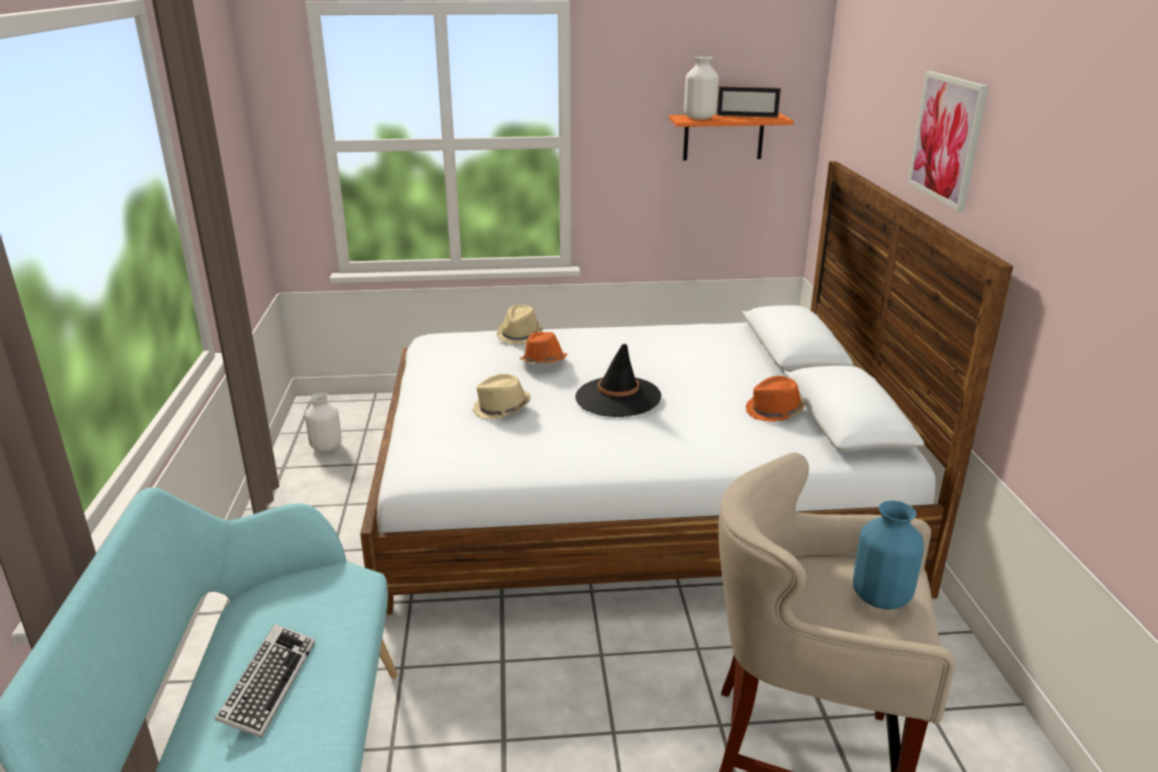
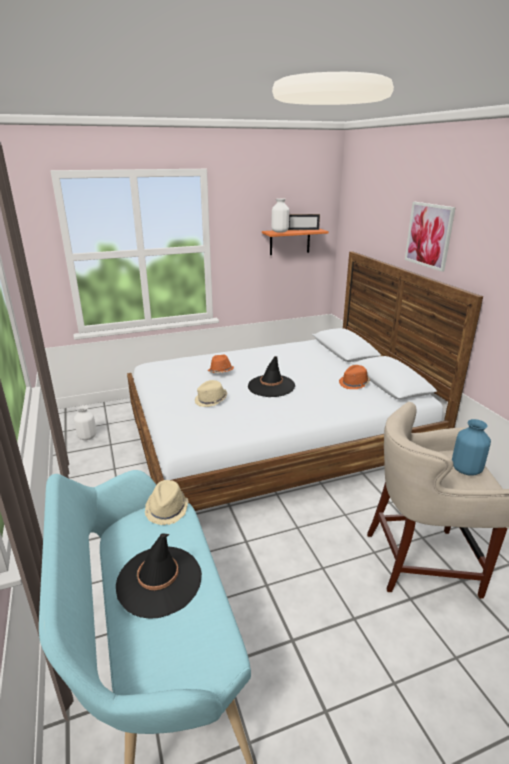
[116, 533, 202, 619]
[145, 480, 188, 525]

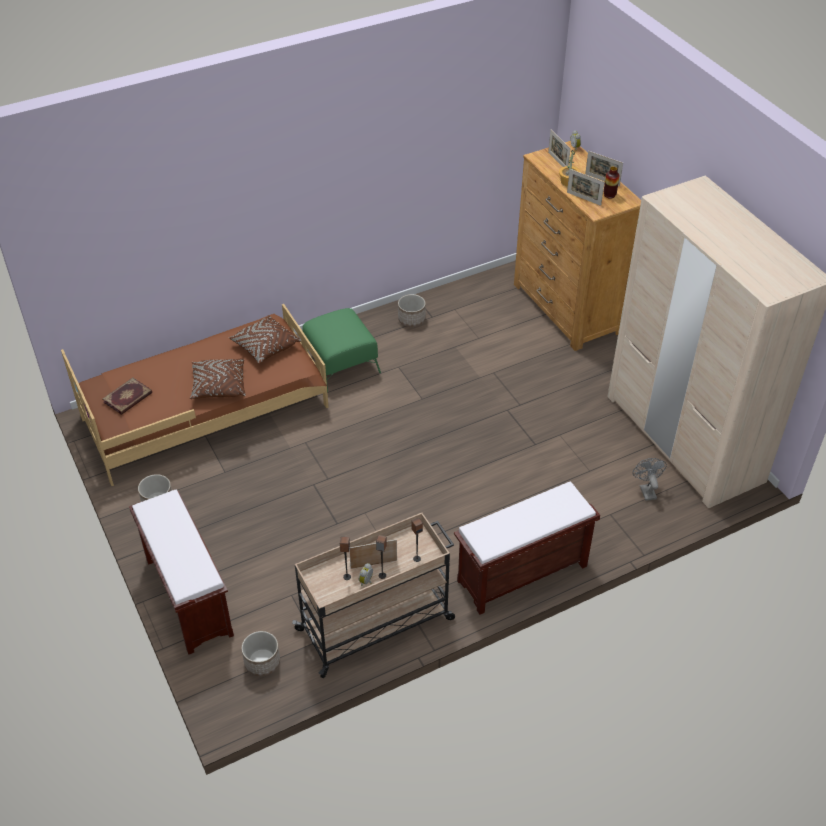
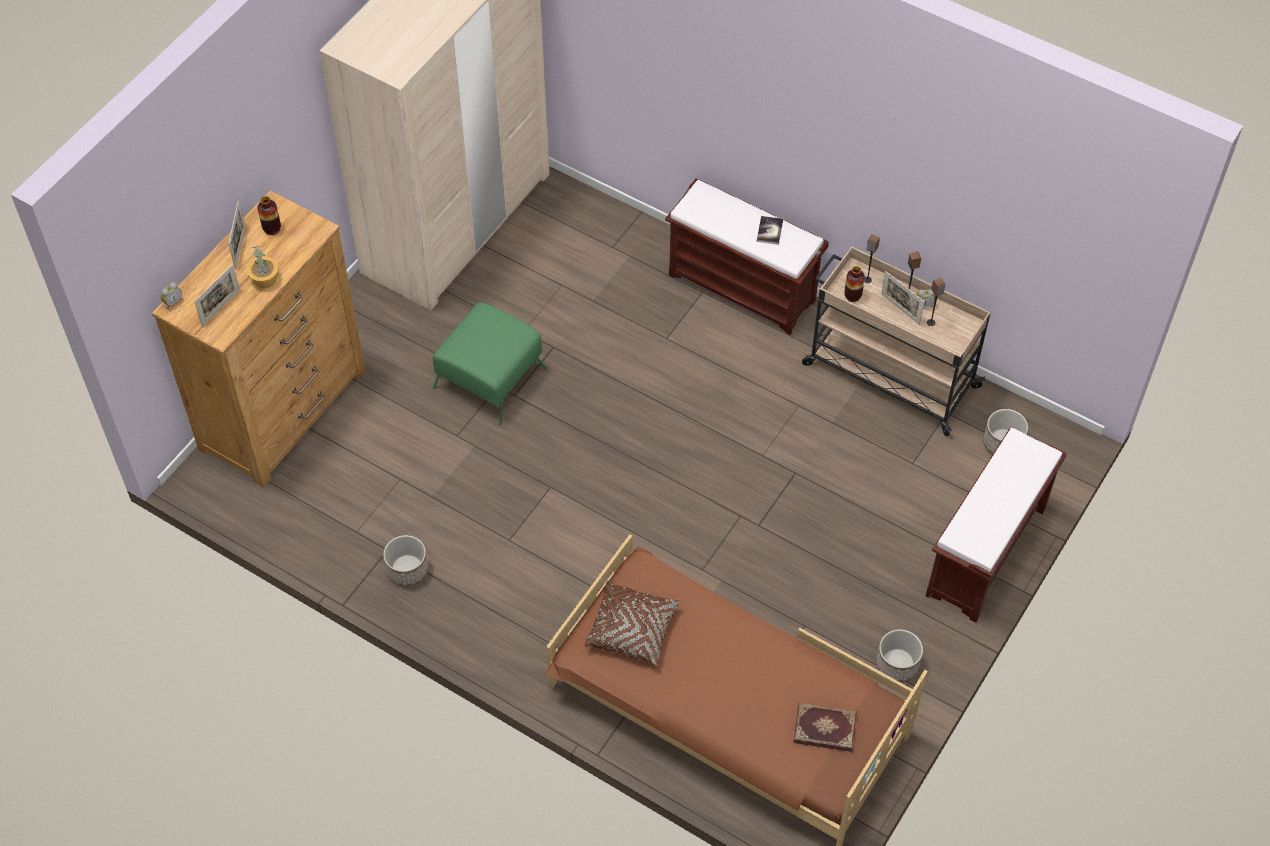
[190, 358, 246, 399] (first image)
[433, 302, 547, 425]
[567, 169, 605, 206] (first image)
[633, 458, 667, 501] (first image)
[757, 216, 783, 245]
[844, 266, 865, 302]

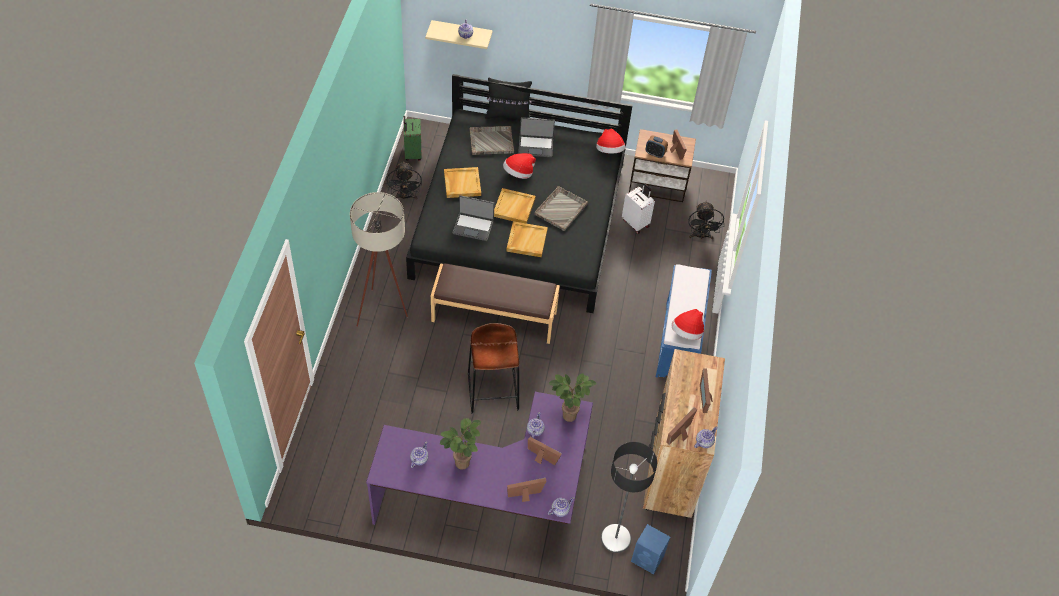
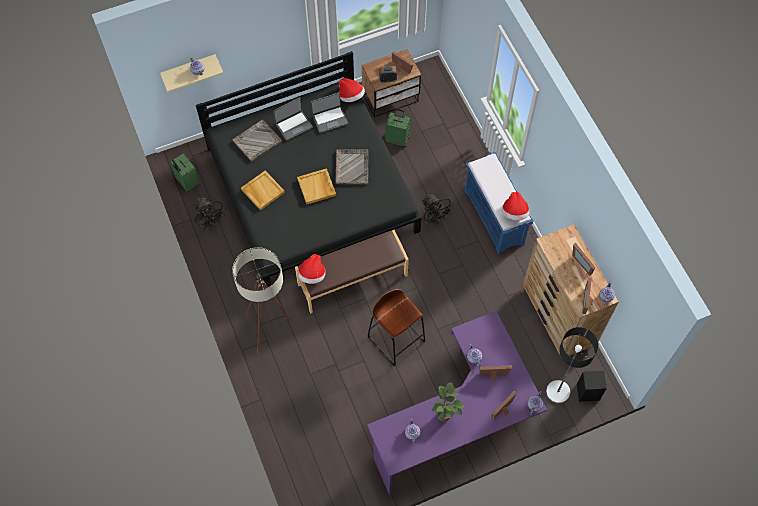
[311, 92, 348, 133]
[485, 77, 532, 121] (first image)
[297, 254, 326, 284]
[506, 221, 548, 257] (first image)
[549, 374, 597, 422] (first image)
[385, 109, 410, 148]
[577, 371, 607, 402]
[422, 194, 452, 227]

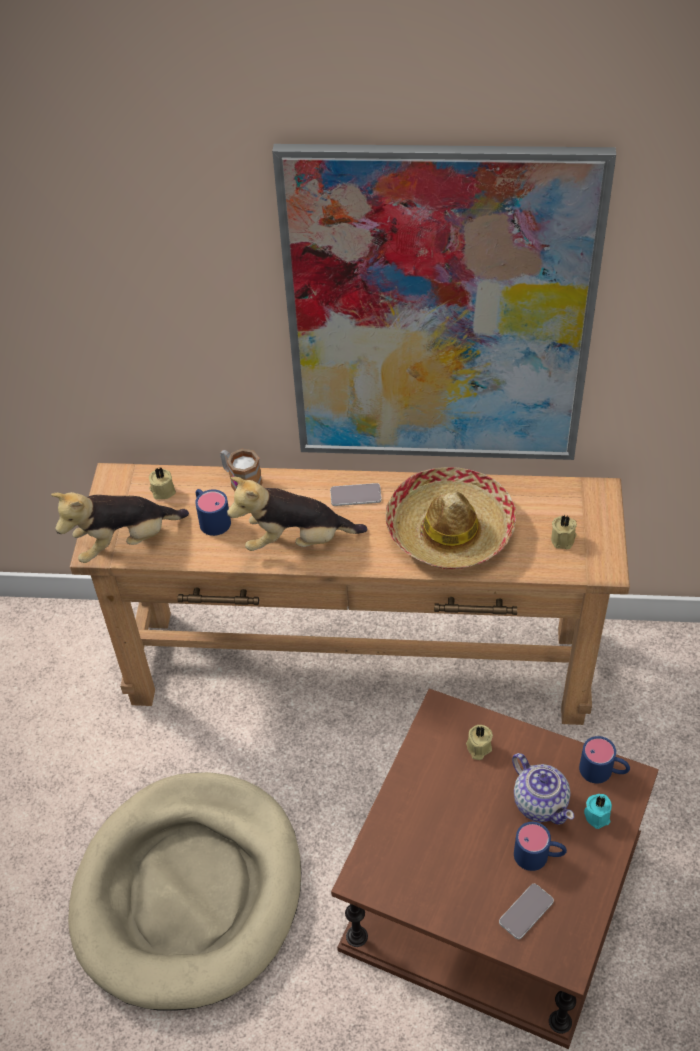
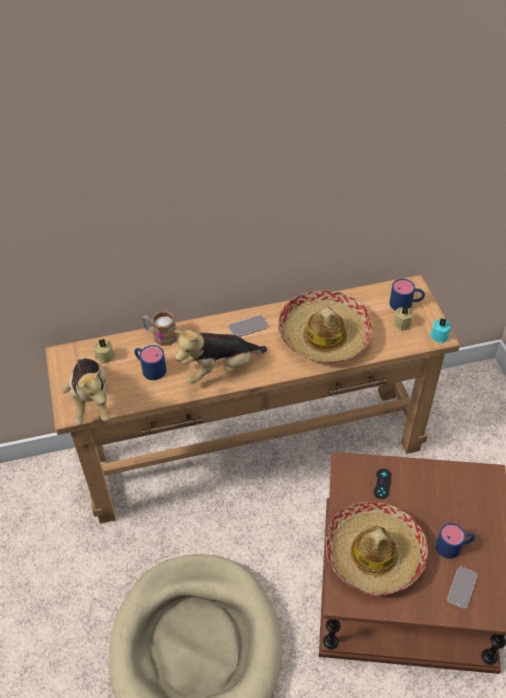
[62, 358, 110, 425]
[272, 144, 616, 460] (first image)
[374, 469, 392, 499]
[512, 753, 574, 825] (first image)
[389, 279, 425, 311]
[430, 318, 451, 343]
[326, 502, 428, 595]

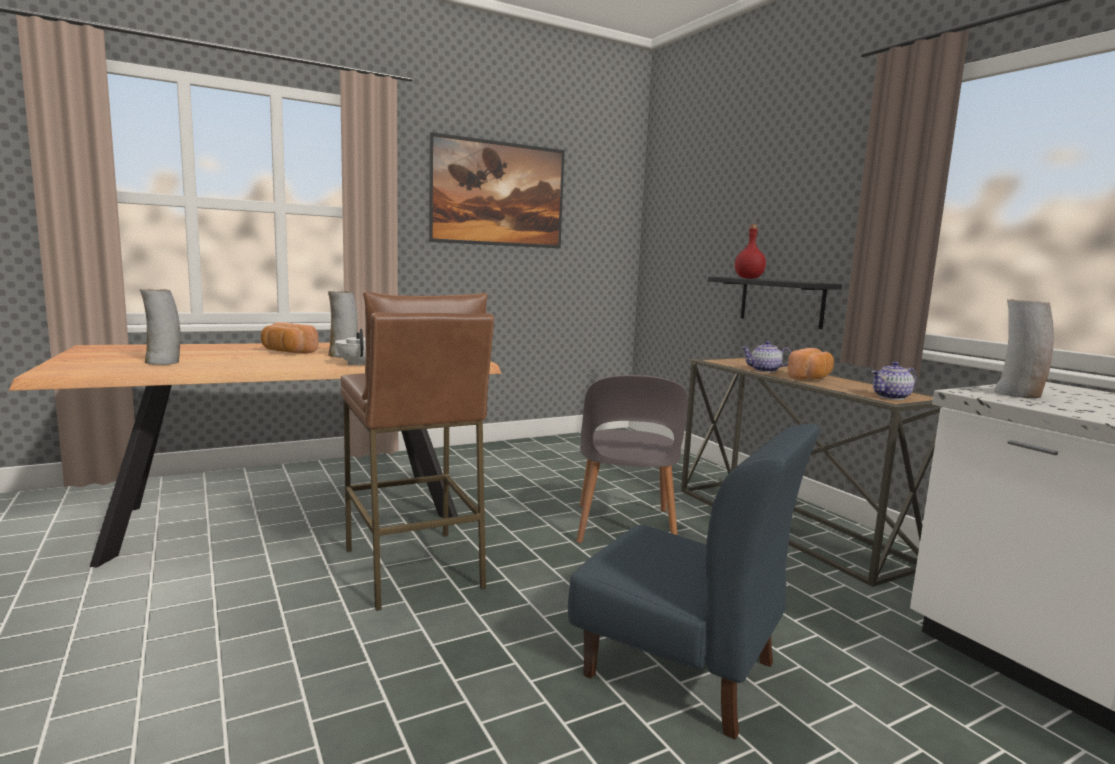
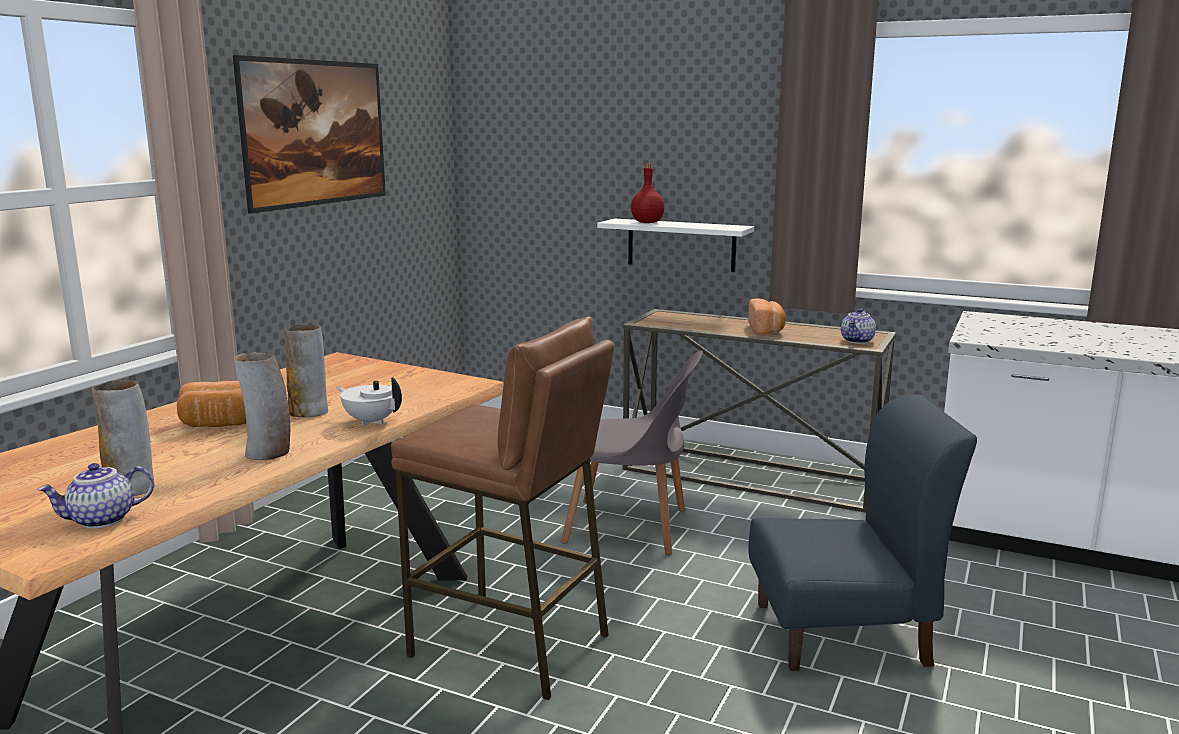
[561, 350, 703, 555]
[597, 219, 754, 272]
[37, 463, 154, 529]
[234, 353, 290, 460]

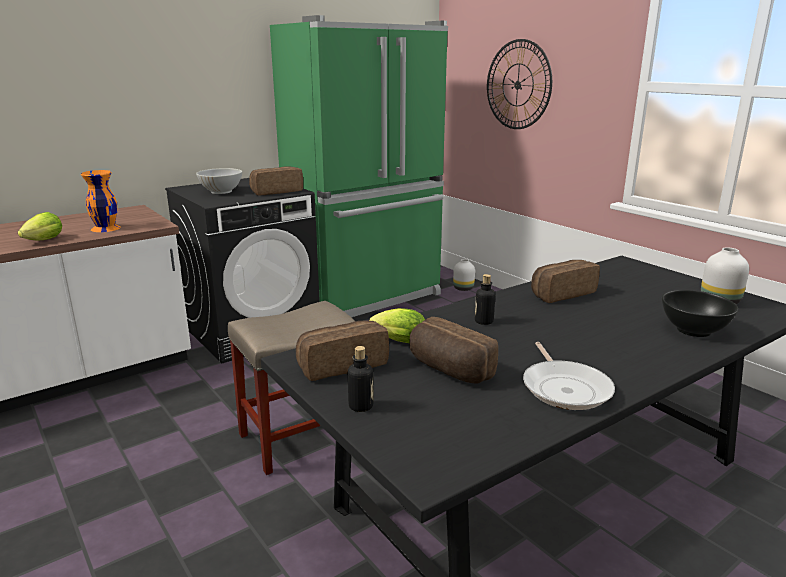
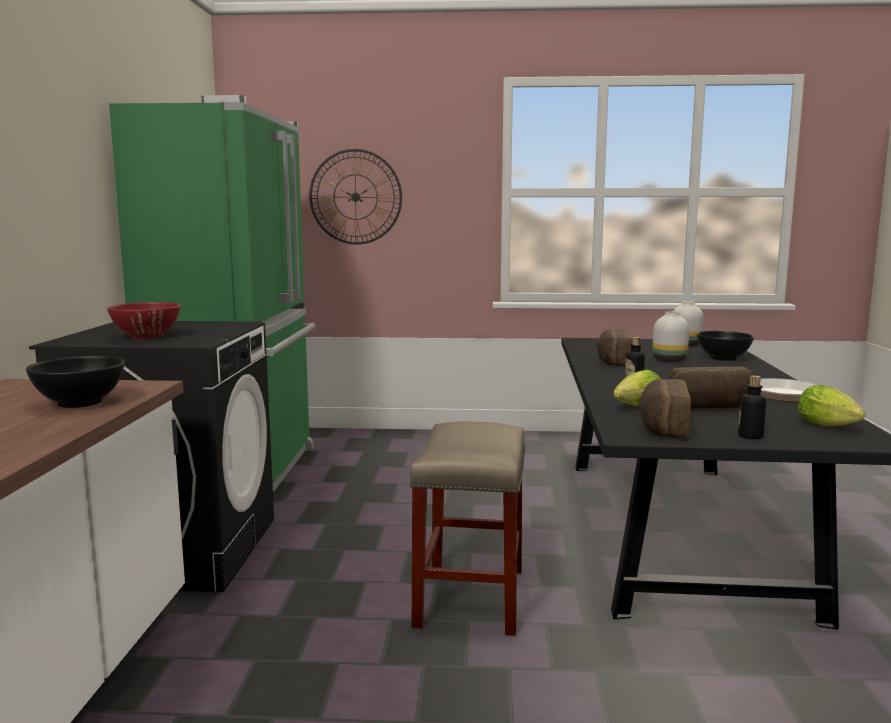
[798, 385, 865, 426]
[26, 356, 125, 408]
[107, 302, 181, 339]
[249, 167, 303, 195] (first image)
[652, 312, 689, 362]

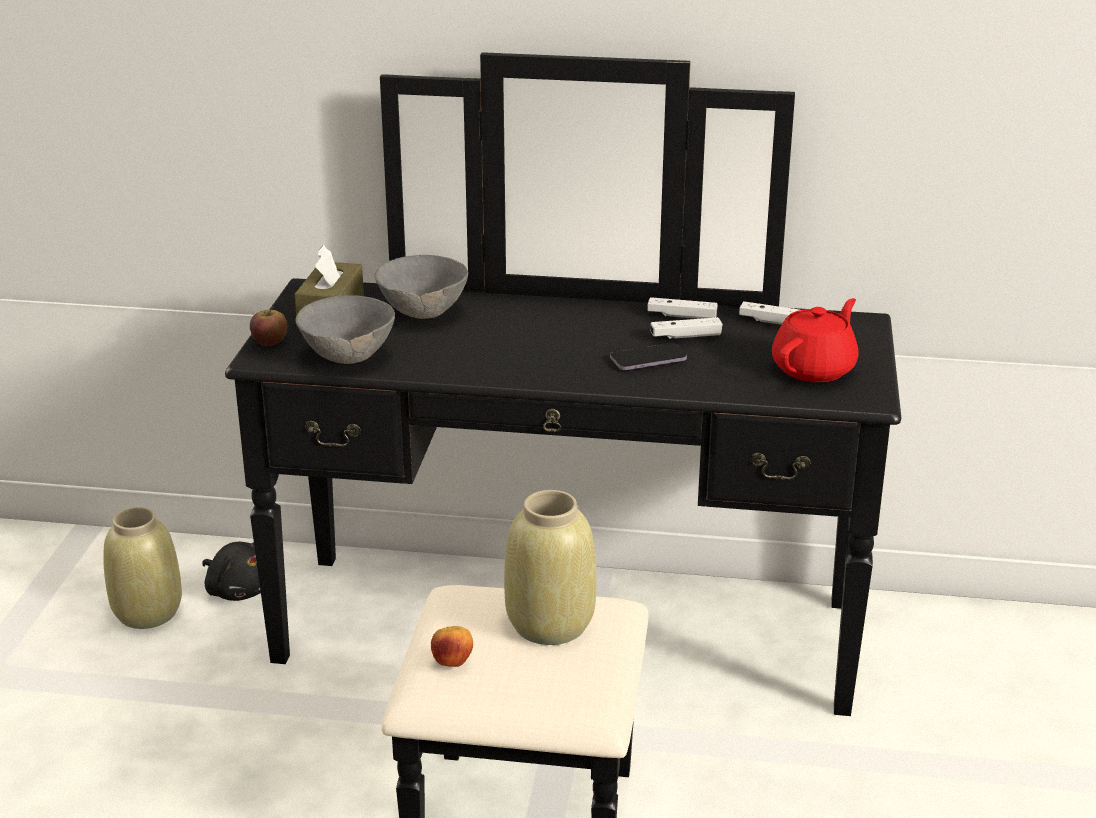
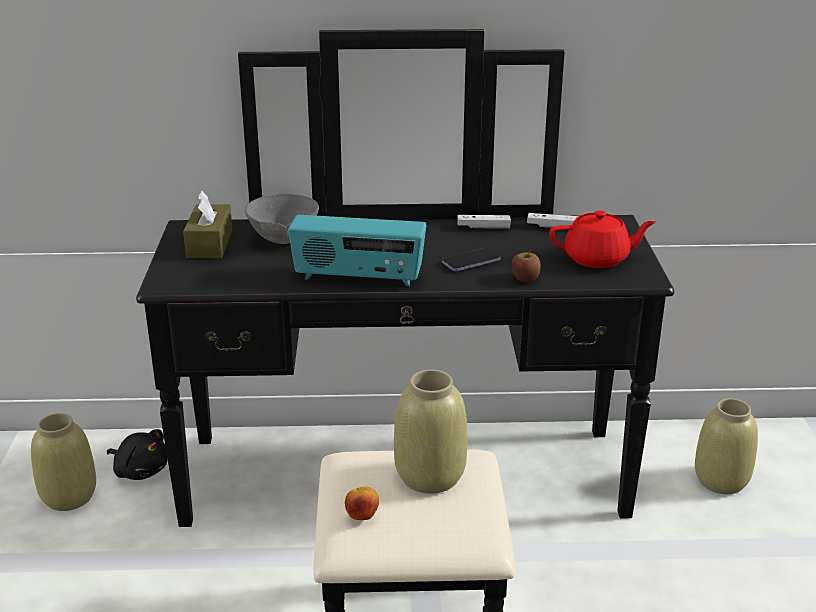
[512, 249, 541, 282]
[295, 295, 395, 364] (first image)
[650, 317, 722, 339] (first image)
[549, 210, 656, 268]
[288, 215, 426, 286]
[695, 398, 758, 494]

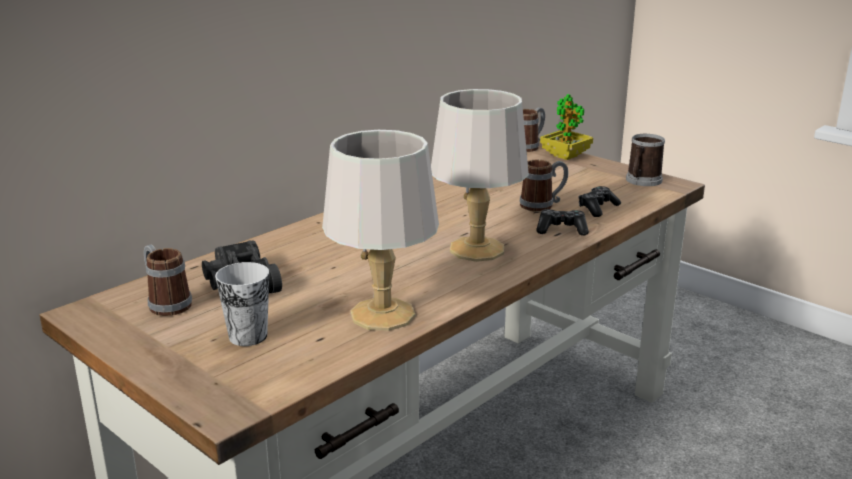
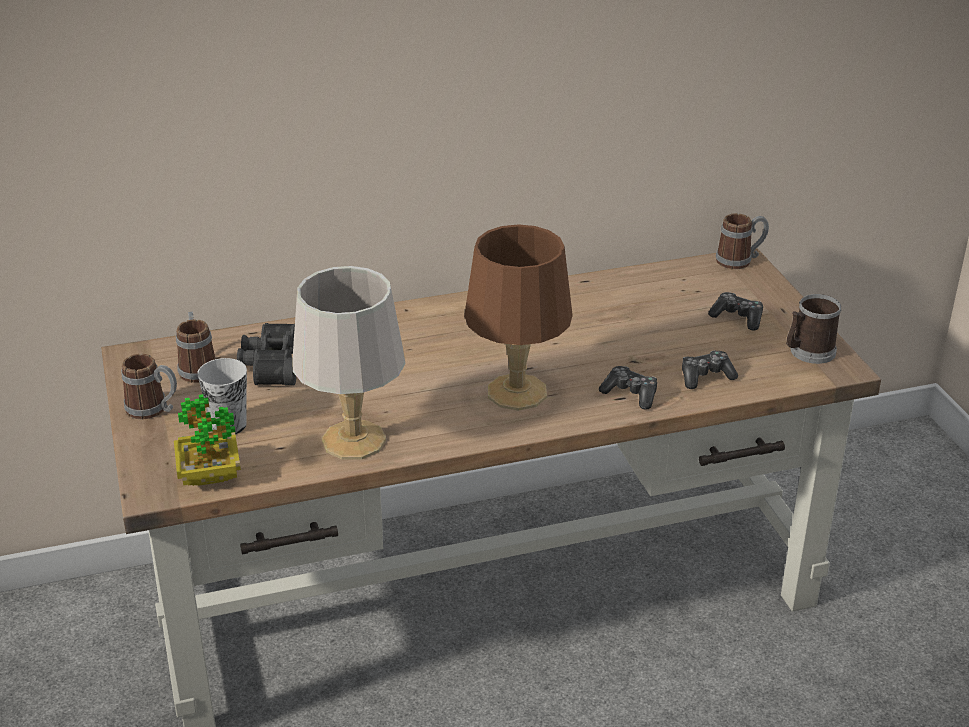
[464, 224, 573, 411]
[121, 354, 177, 420]
[174, 394, 241, 486]
[708, 292, 763, 331]

